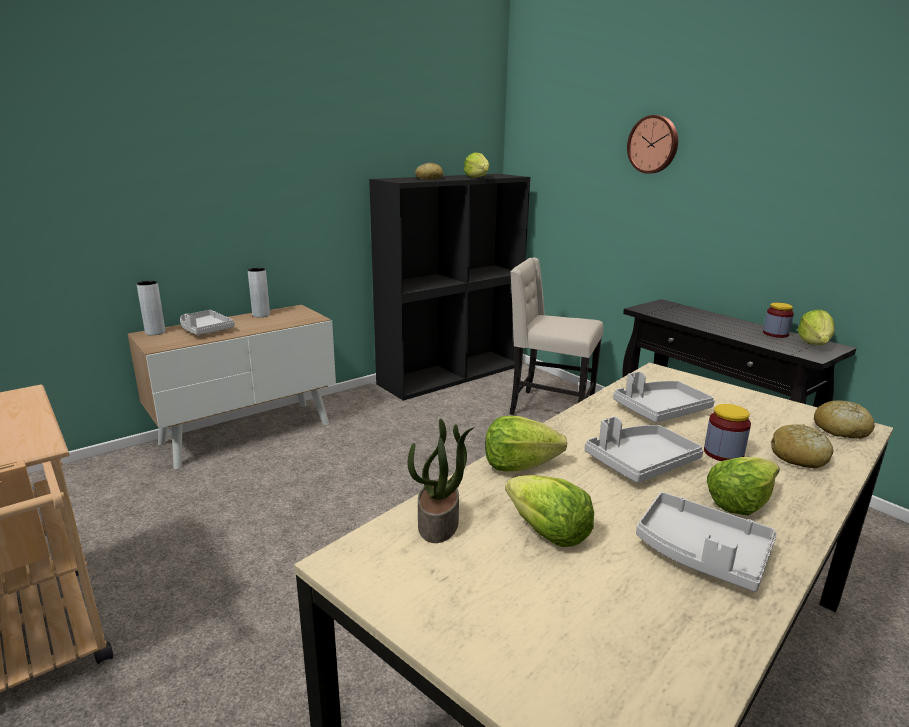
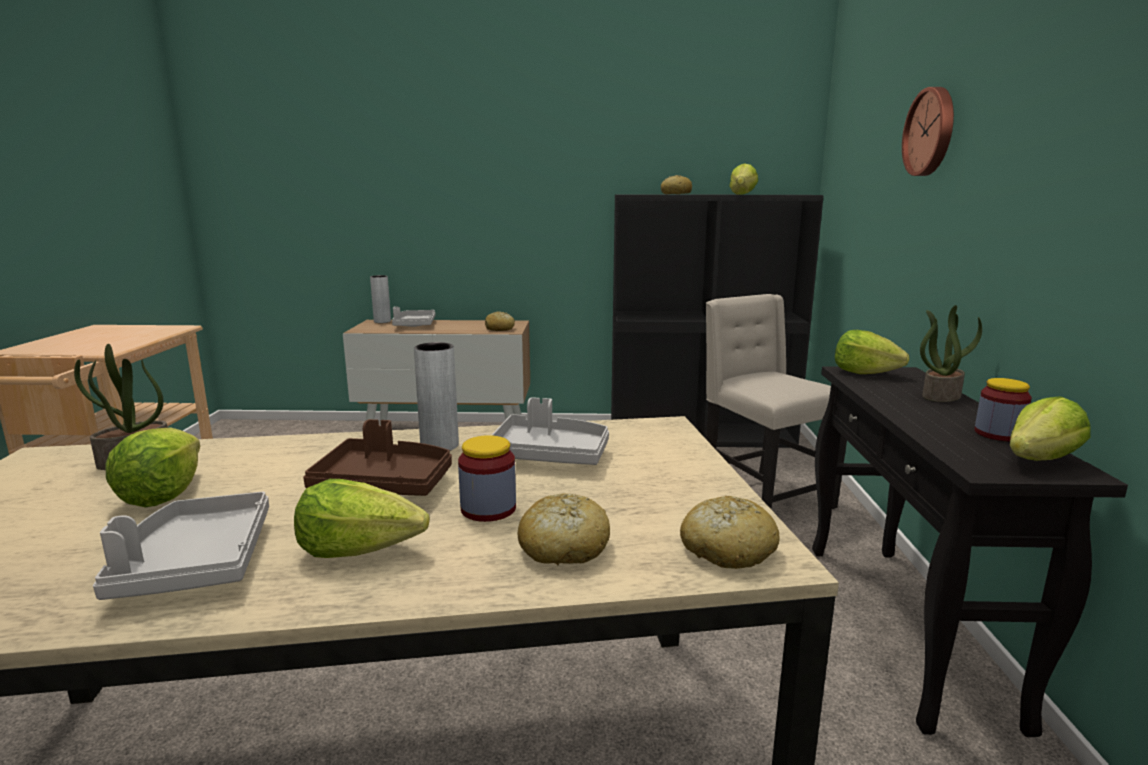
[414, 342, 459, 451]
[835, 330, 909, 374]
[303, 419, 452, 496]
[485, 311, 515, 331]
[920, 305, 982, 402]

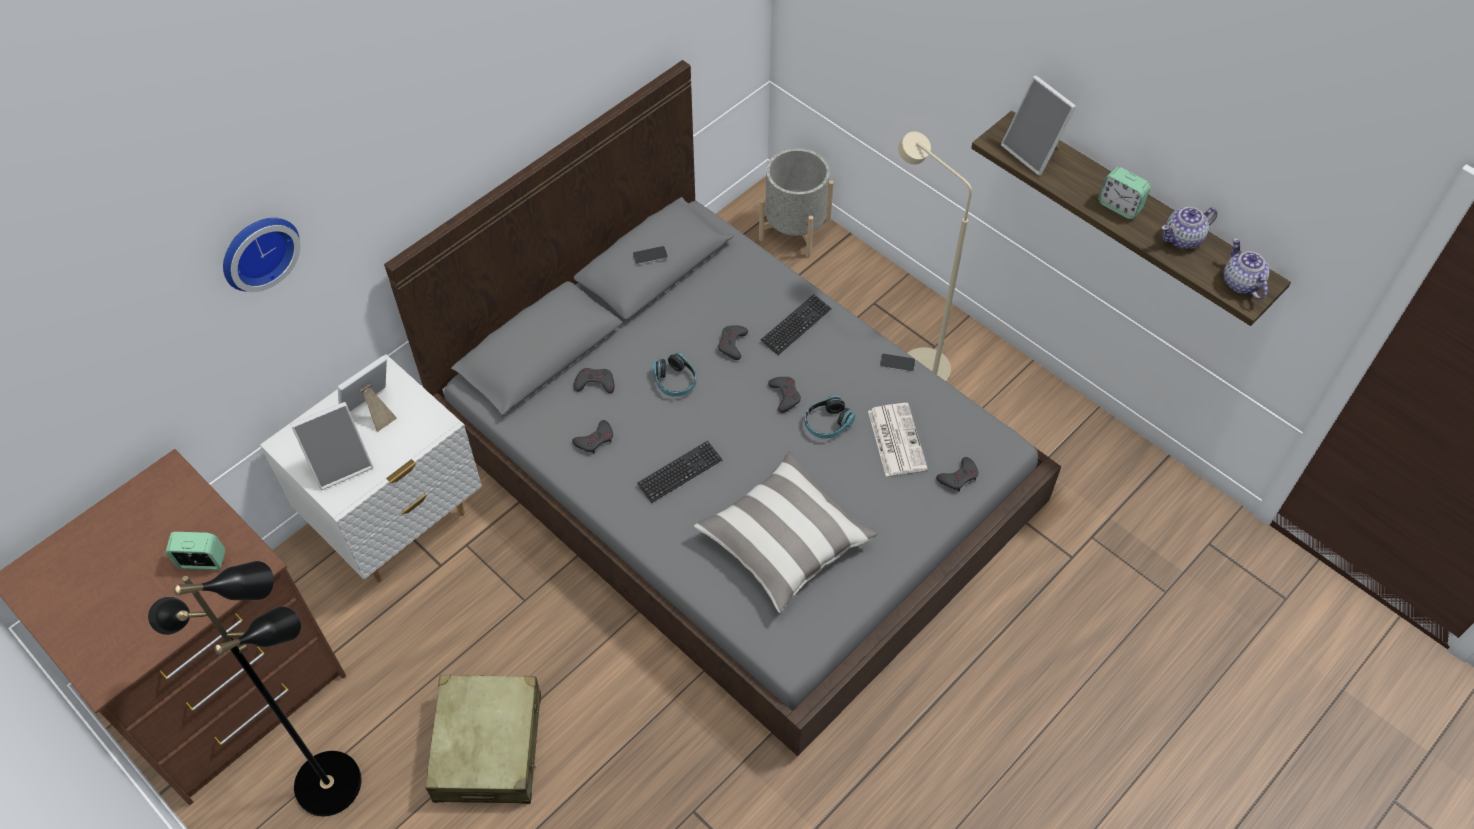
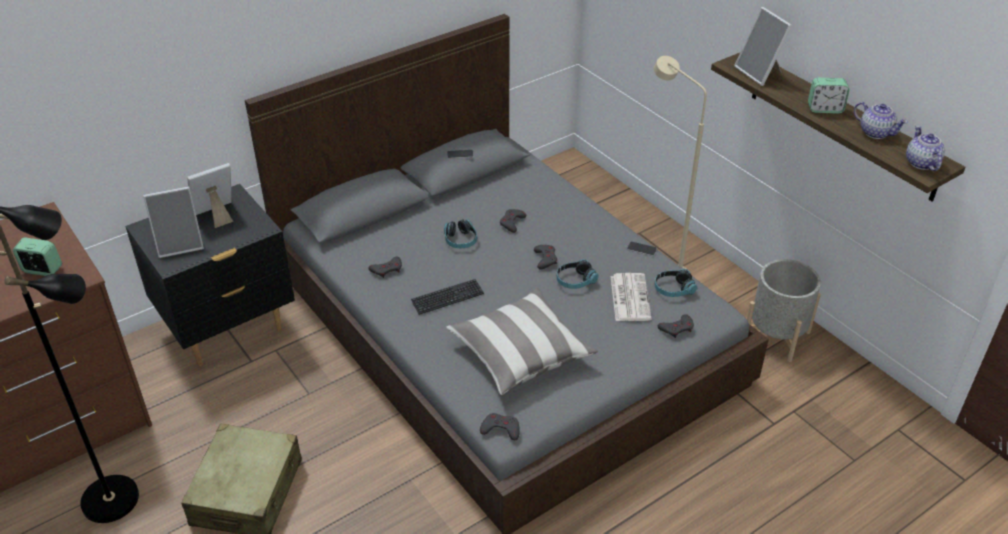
[223, 218, 300, 292] (first image)
[125, 184, 295, 366]
[480, 413, 520, 440]
[747, 259, 821, 362]
[761, 294, 832, 355] (first image)
[808, 77, 849, 114]
[854, 102, 908, 139]
[654, 269, 697, 297]

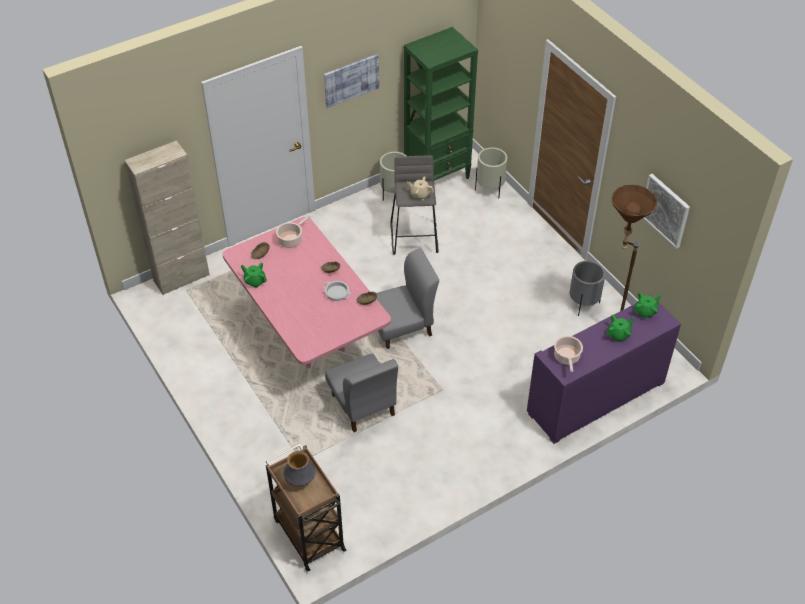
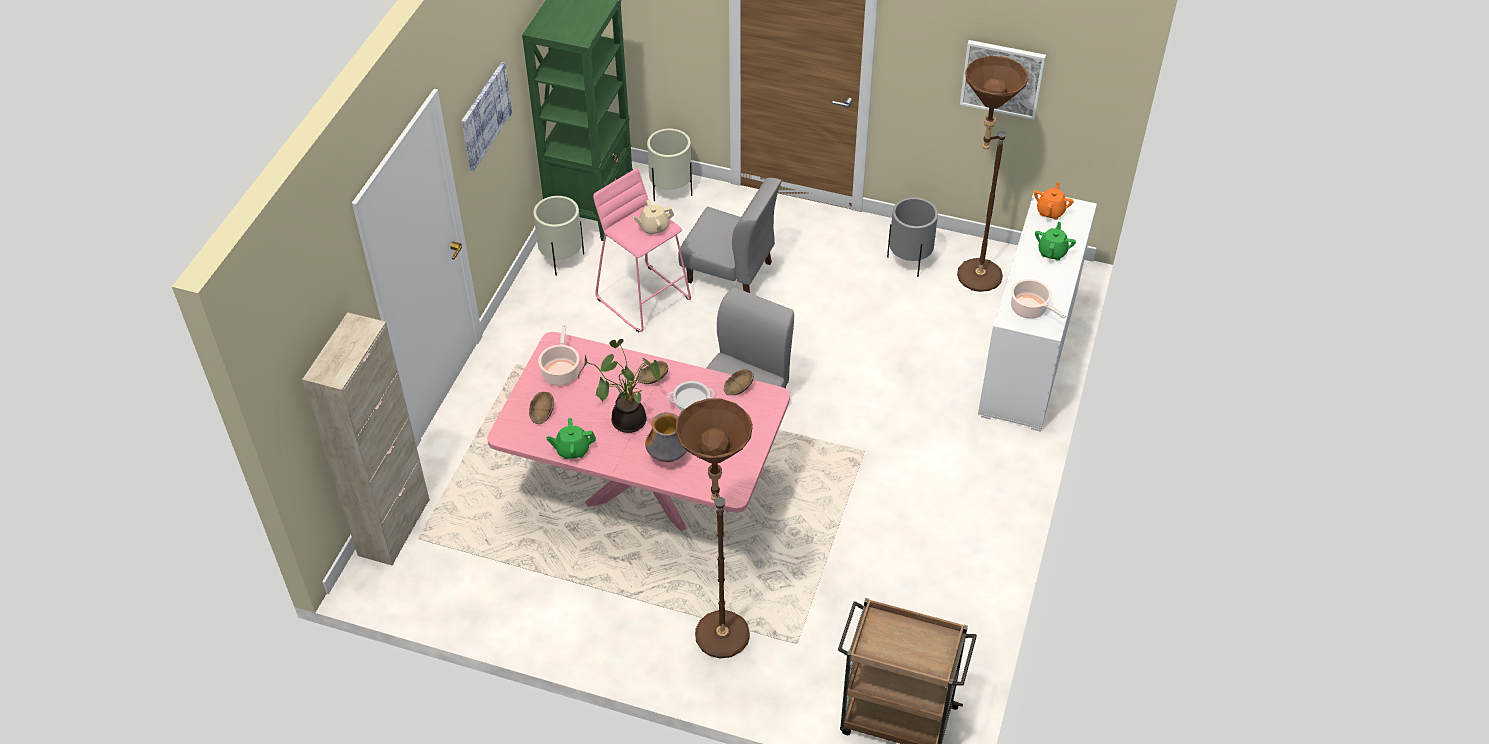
[645, 412, 687, 462]
[678, 178, 782, 293]
[593, 168, 691, 332]
[978, 192, 1097, 432]
[1034, 182, 1074, 220]
[578, 339, 660, 433]
[676, 398, 753, 658]

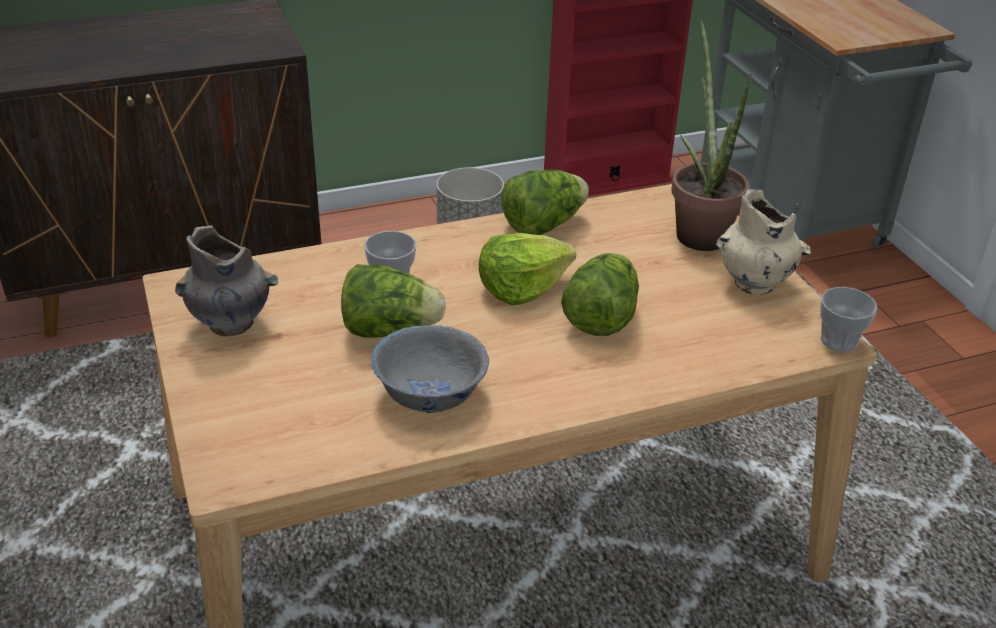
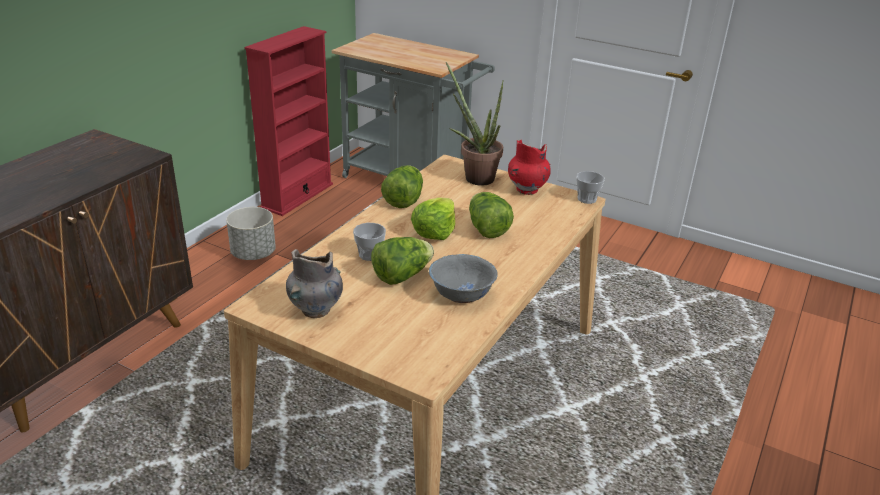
[508, 139, 551, 195]

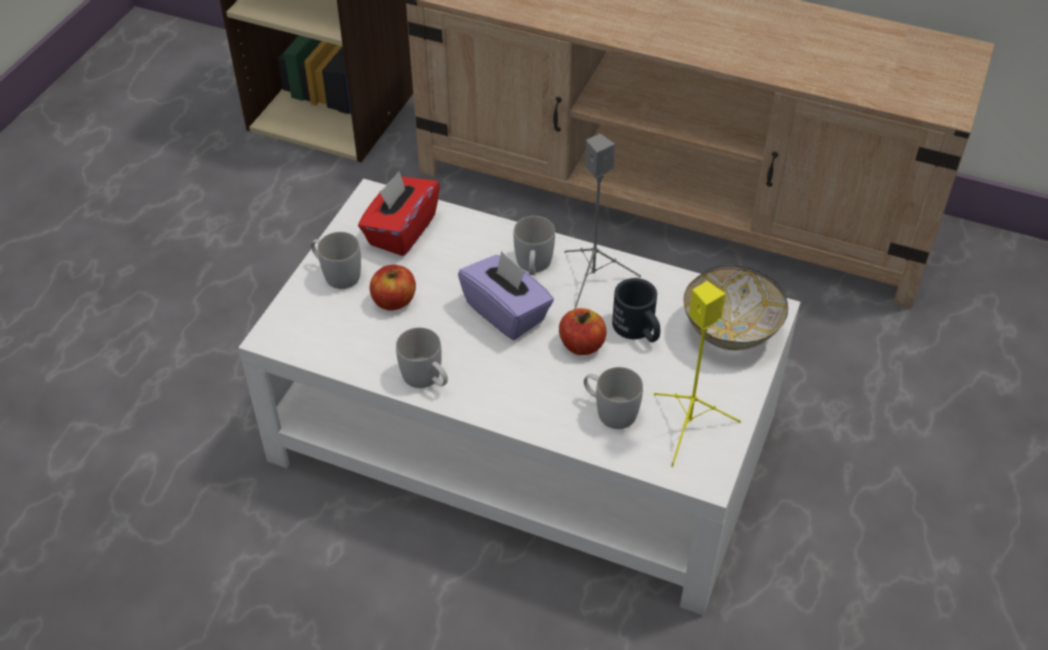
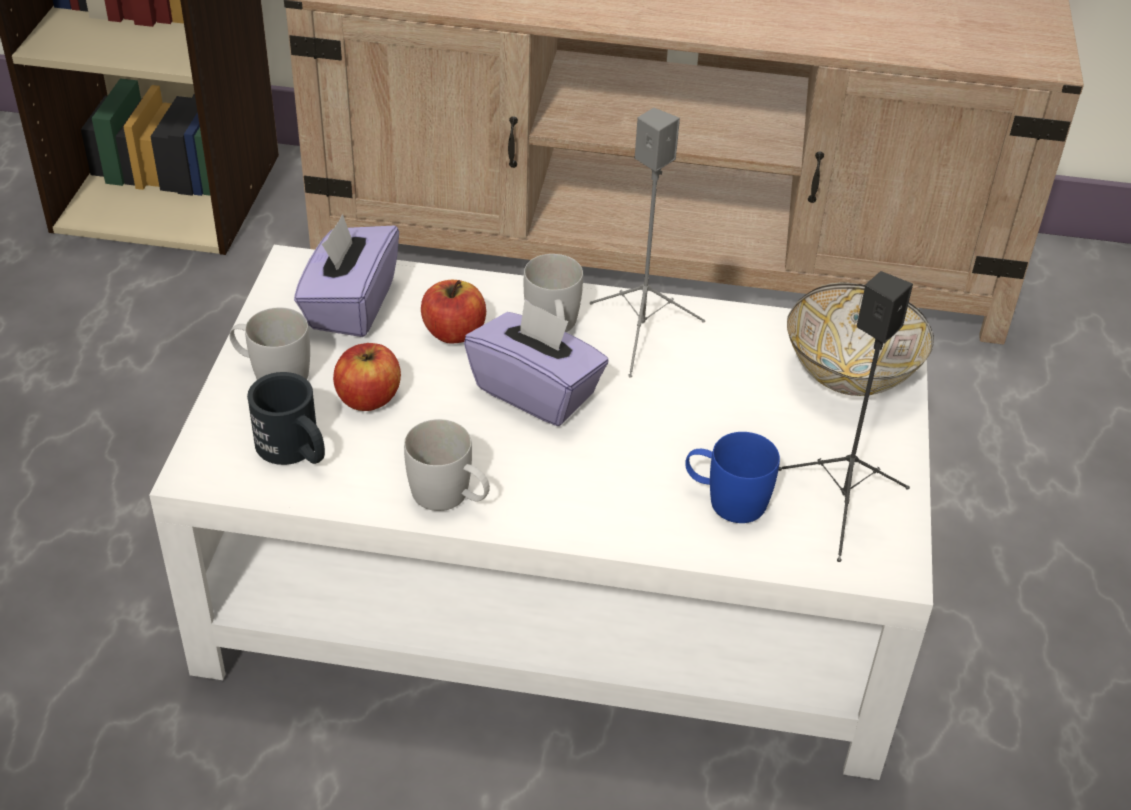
[294, 214, 399, 337]
[421, 280, 486, 344]
[685, 432, 780, 523]
[247, 372, 325, 465]
[779, 271, 913, 562]

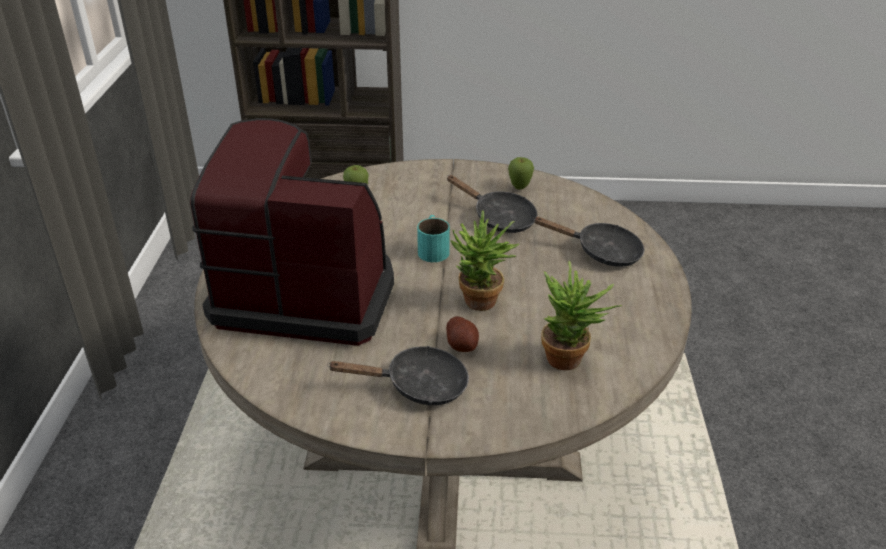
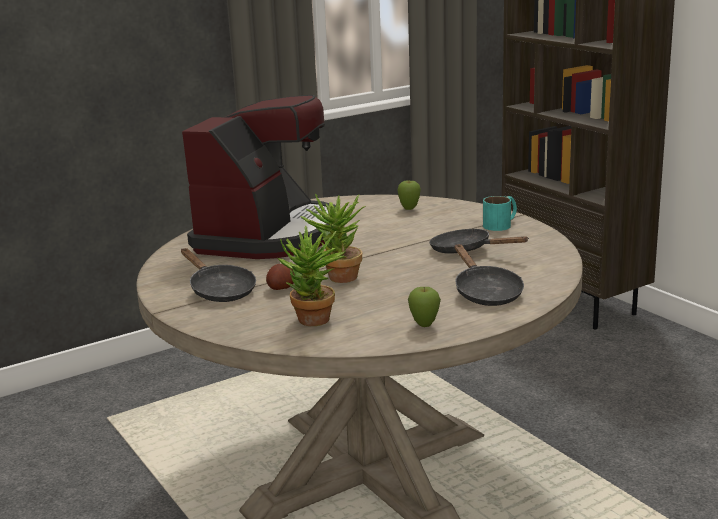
[182, 95, 336, 259]
[483, 196, 517, 231]
[429, 228, 529, 254]
[408, 287, 441, 327]

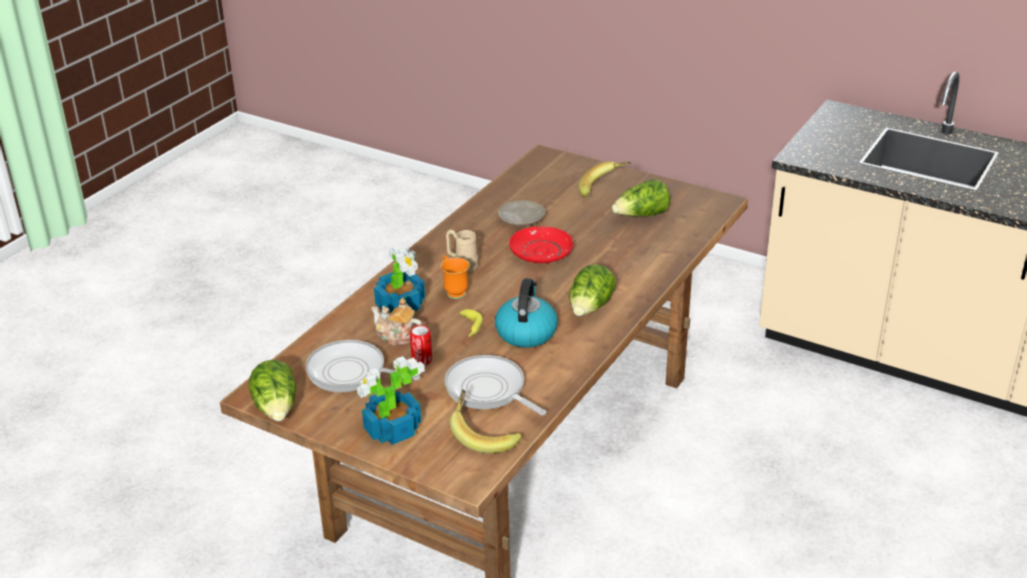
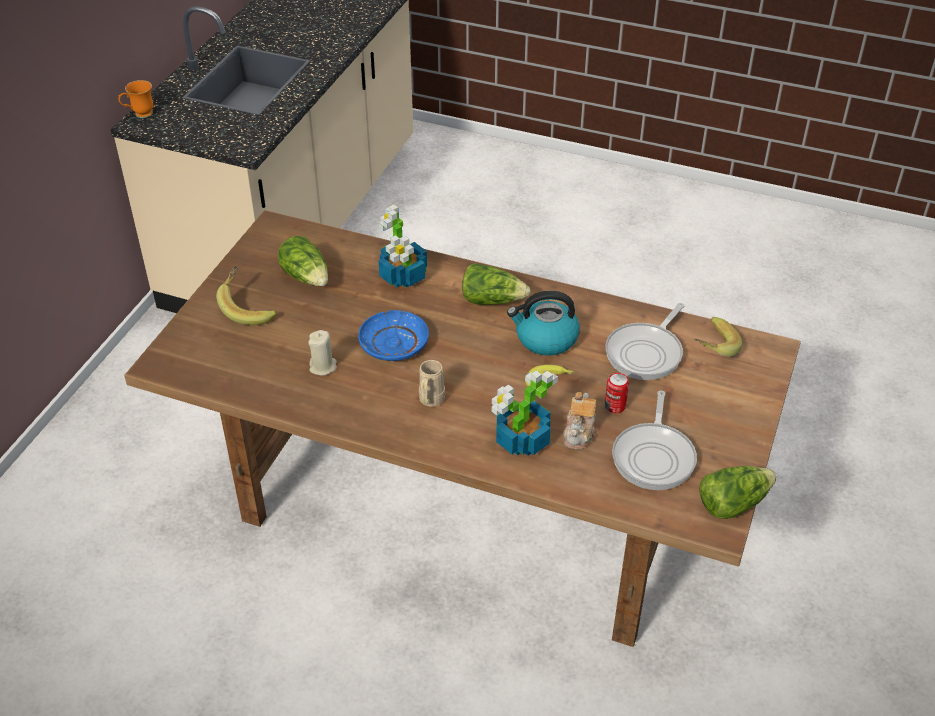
[378, 204, 427, 288]
[118, 80, 153, 118]
[308, 330, 337, 376]
[358, 310, 429, 361]

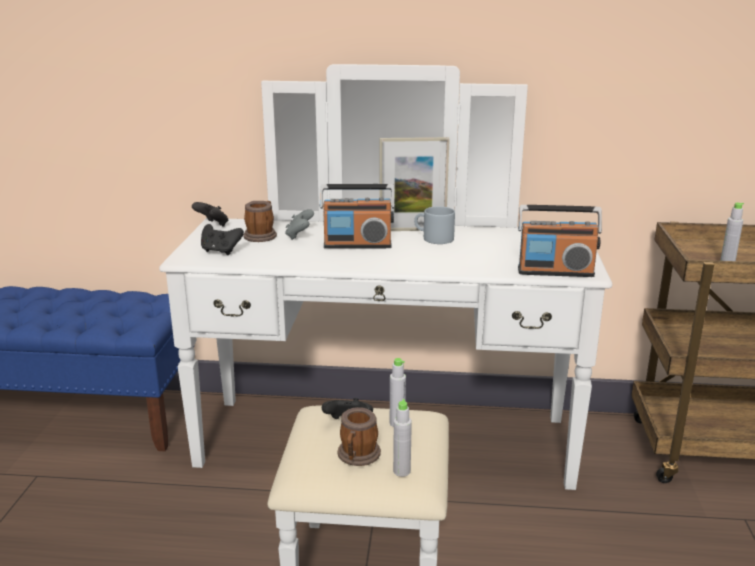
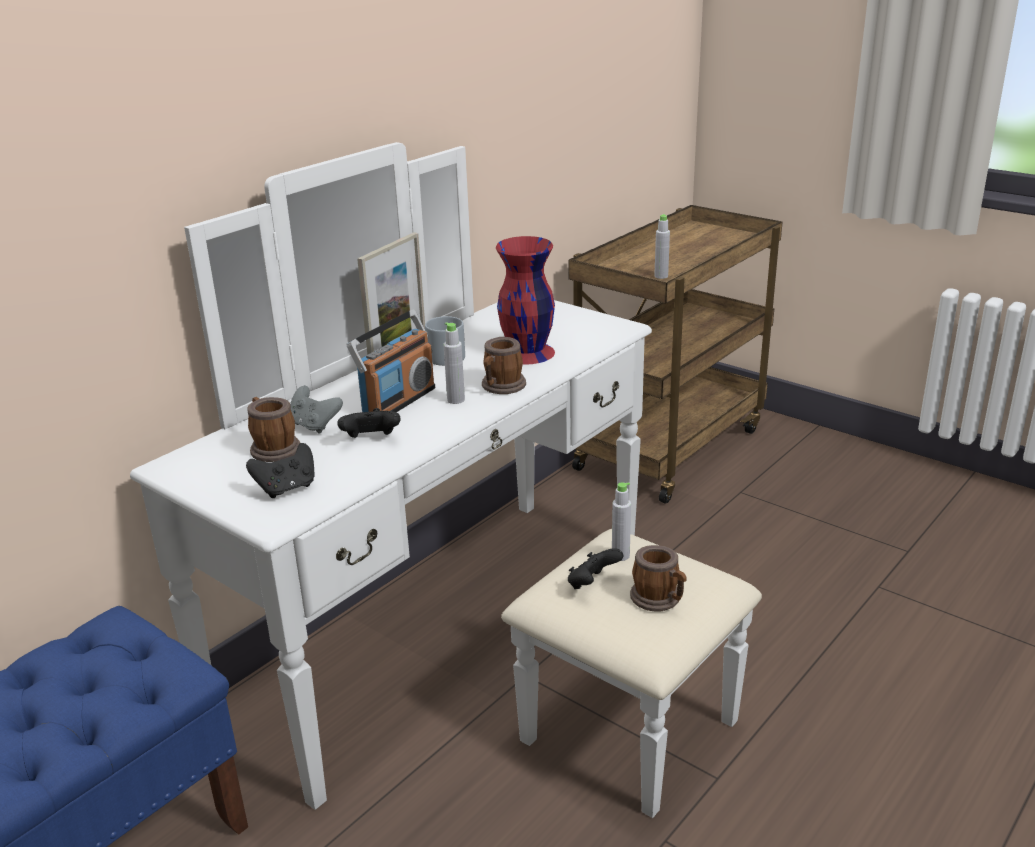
[337, 408, 401, 438]
[443, 322, 465, 404]
[518, 205, 602, 277] (first image)
[482, 337, 526, 394]
[496, 236, 555, 364]

